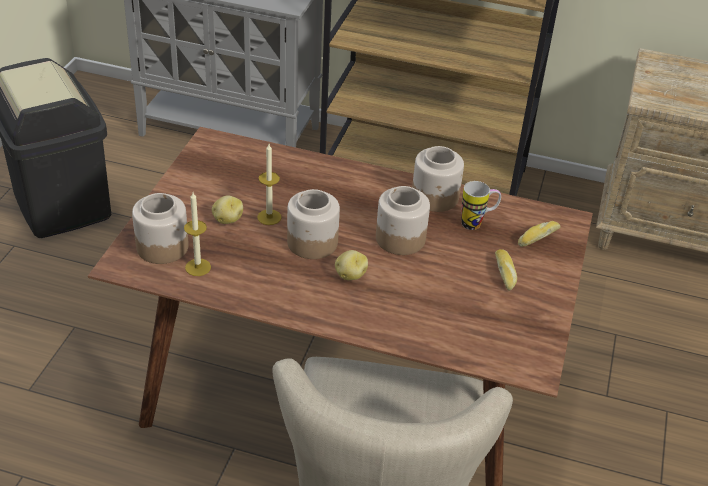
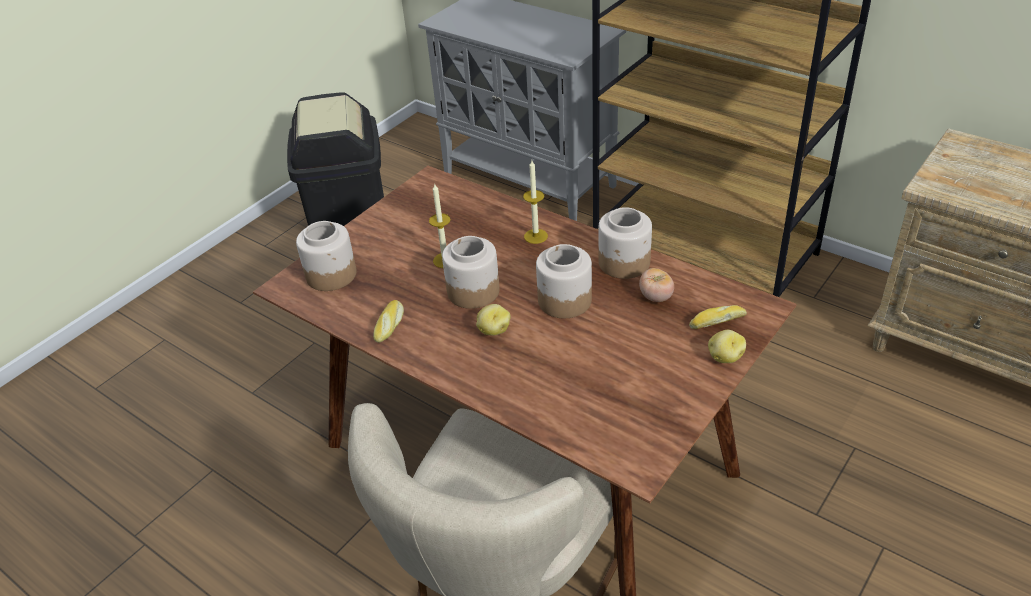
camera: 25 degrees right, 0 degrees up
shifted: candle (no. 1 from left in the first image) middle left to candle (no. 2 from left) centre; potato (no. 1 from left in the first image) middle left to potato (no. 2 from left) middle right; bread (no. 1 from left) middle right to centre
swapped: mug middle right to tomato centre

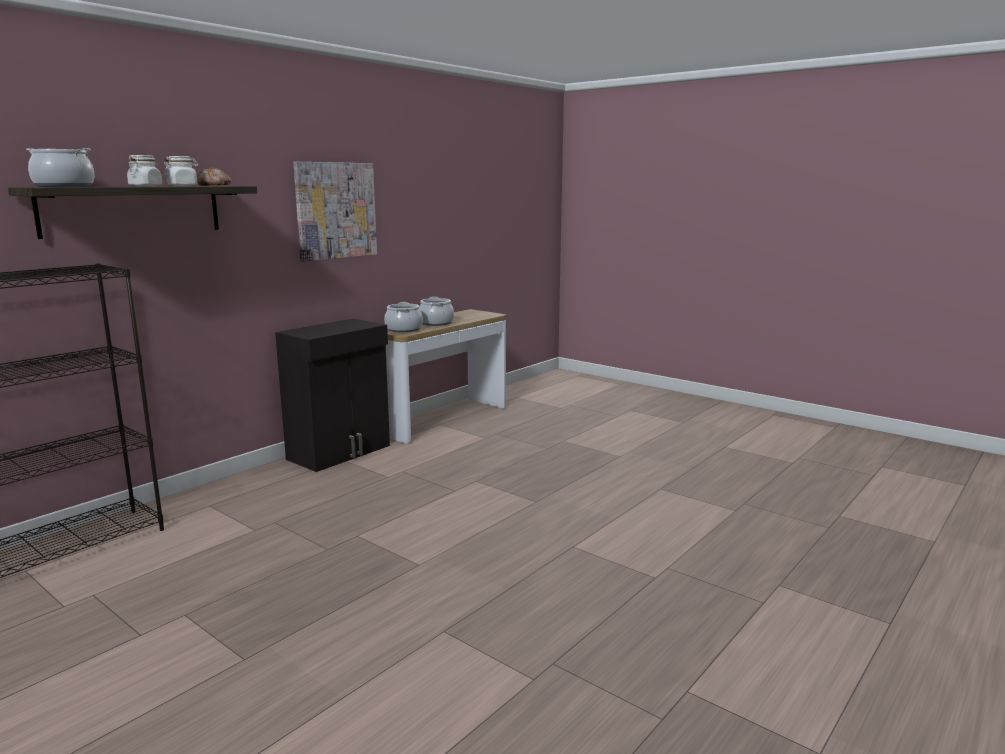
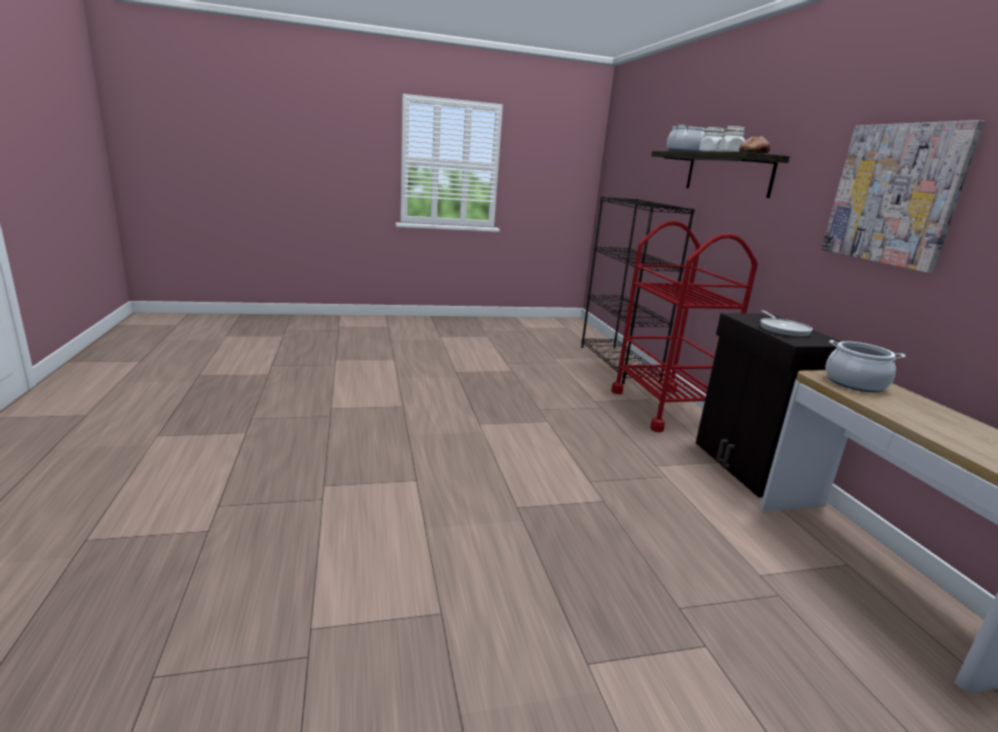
camera: 125 degrees right, 5 degrees up
gone: cooking pot (no. 3 from left) centre
new: cart in red middle right; frying pan middle right

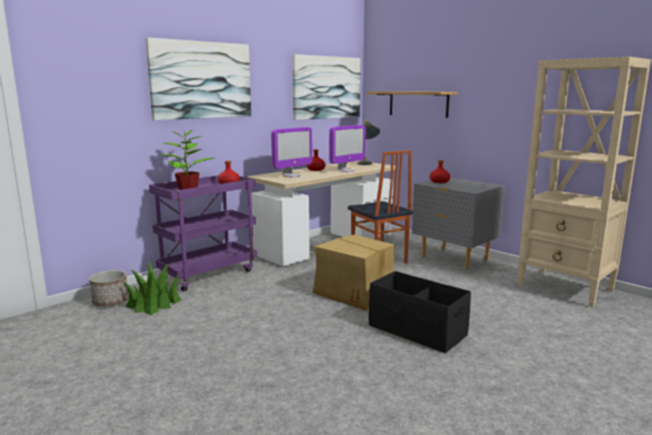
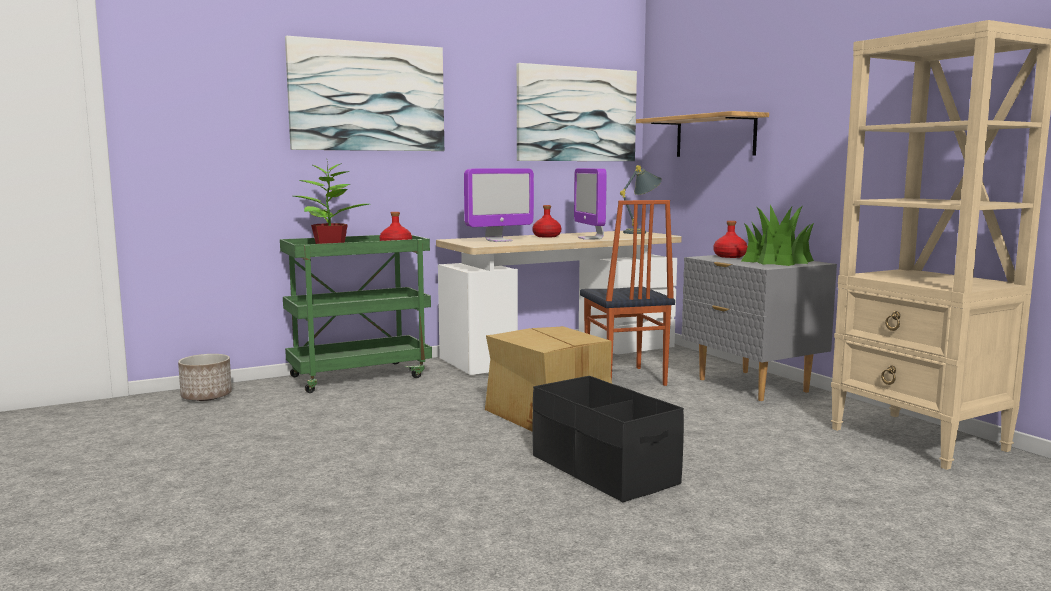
camera: 15 degrees right, 5 degrees down
shifted: potted plant (no. 1 from left in the first image) middle left to potted plant (no. 2 from left) middle right
repainted: cart in purple middle left to cart in green centre
rotated: monitor (no. 2 from left) centre = centre 105 degrees clockwise

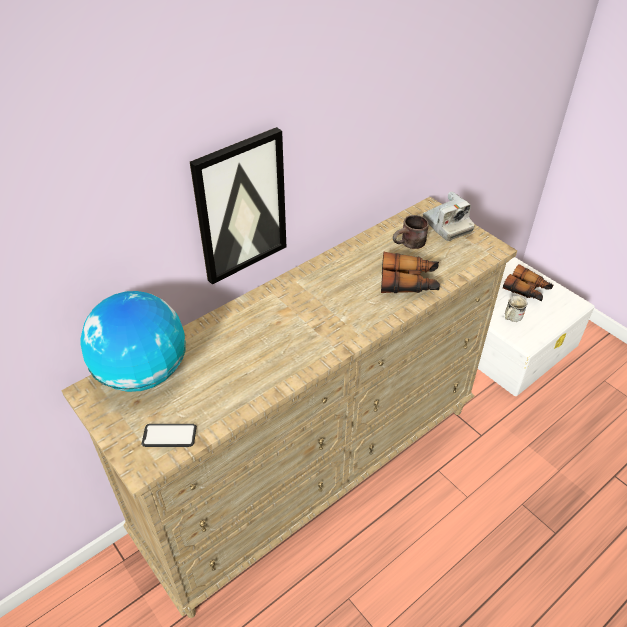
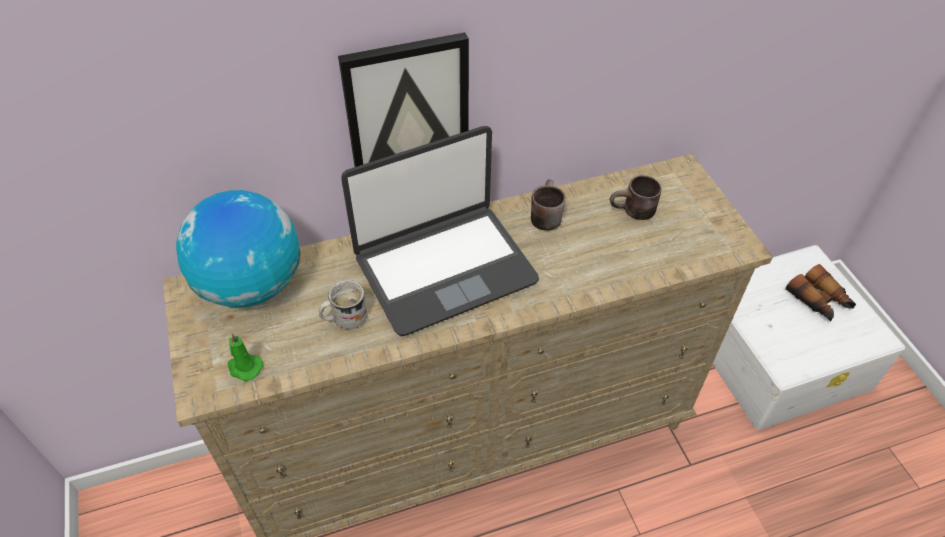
camera: 20 degrees right, 5 degrees up
gone: photo camera middle right; binoculars (no. 1 from left) centre
new: laptop centre; mug in brown (no. 1 from left) centre
shifted: mug in white middle right to centre
swapped: phone bottom left to candle in green middle left

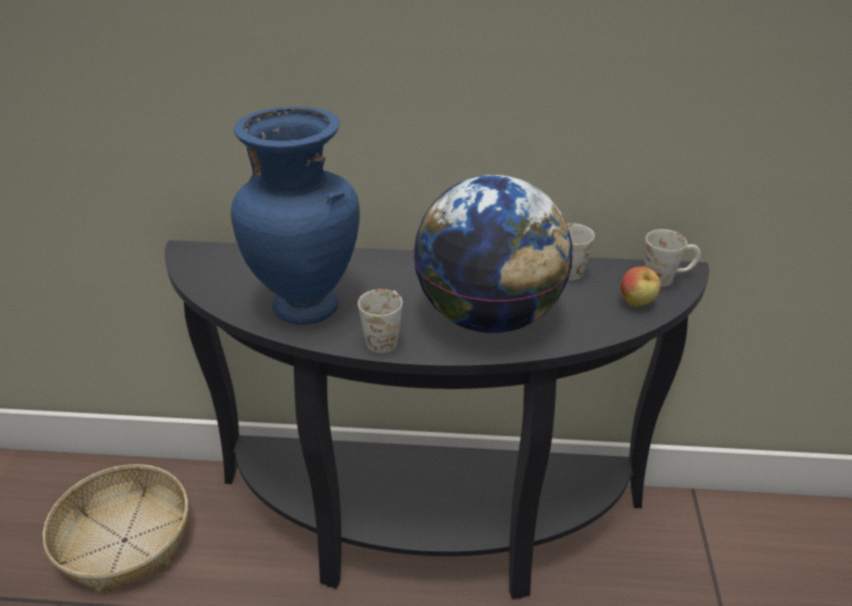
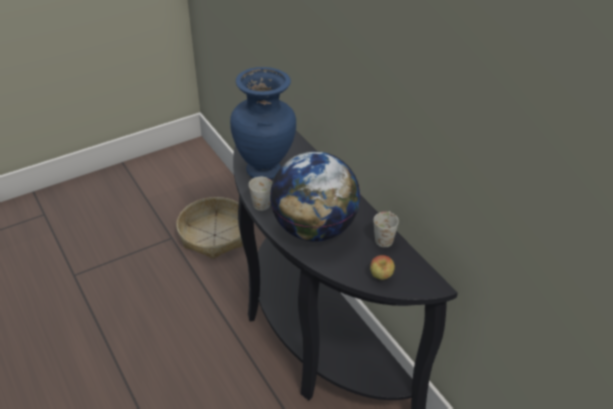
camera: 55 degrees right, 5 degrees up
gone: mug in white (no. 3 from left) middle right

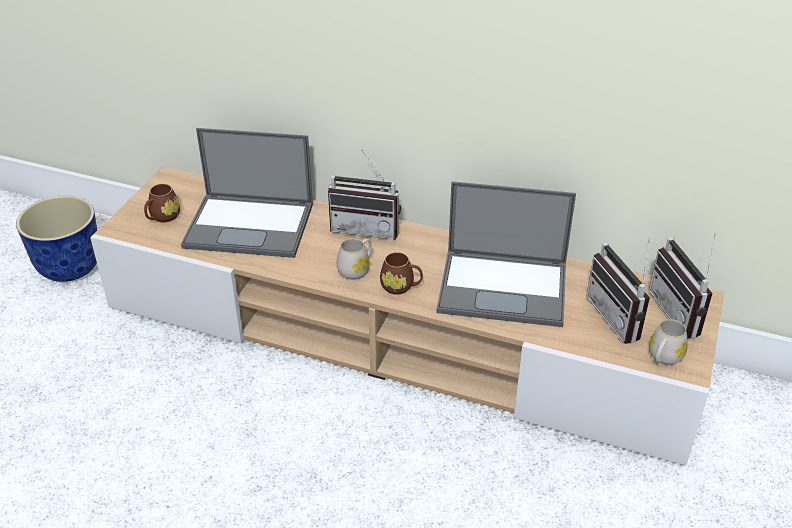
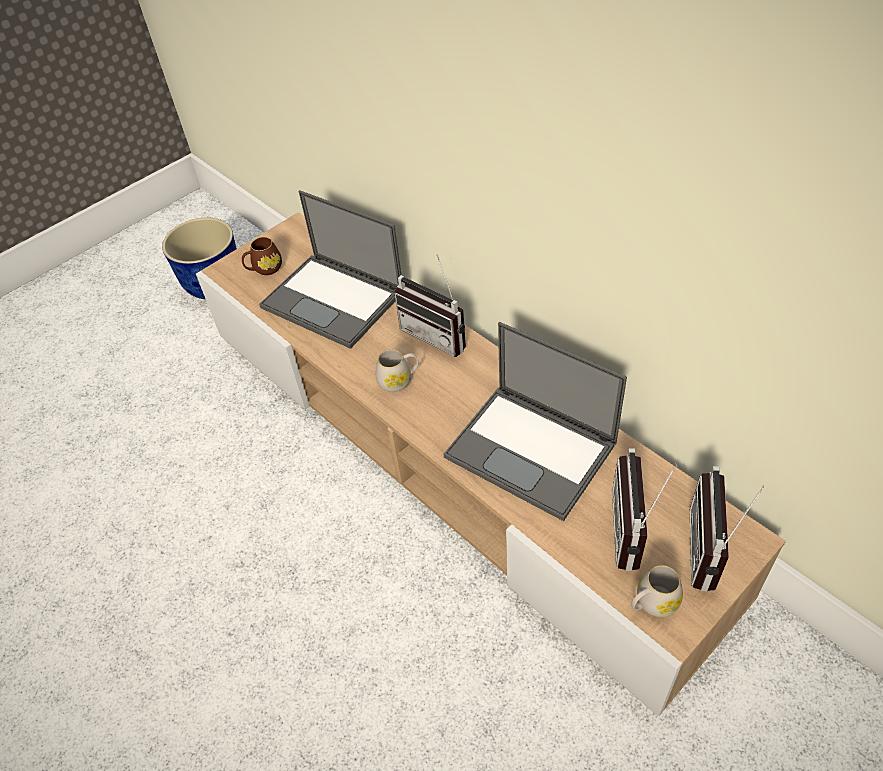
camera: 30 degrees right, 10 degrees up
gone: mug in brown (no. 2 from left) centre

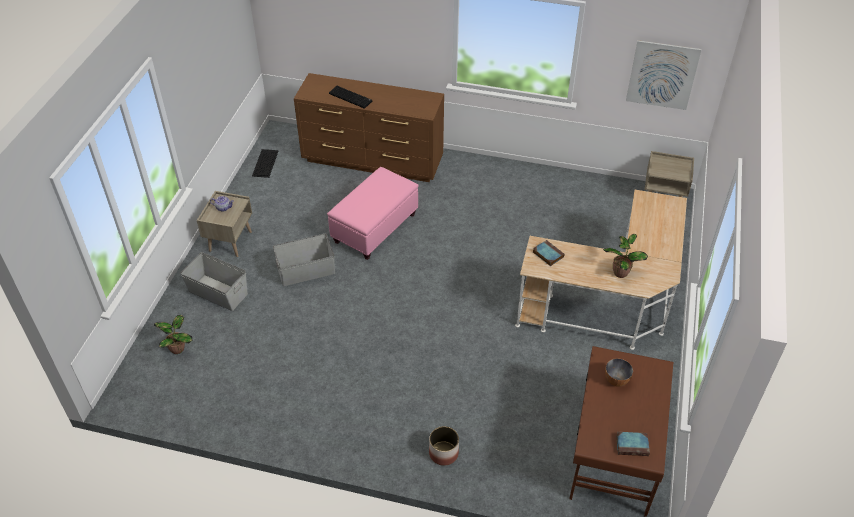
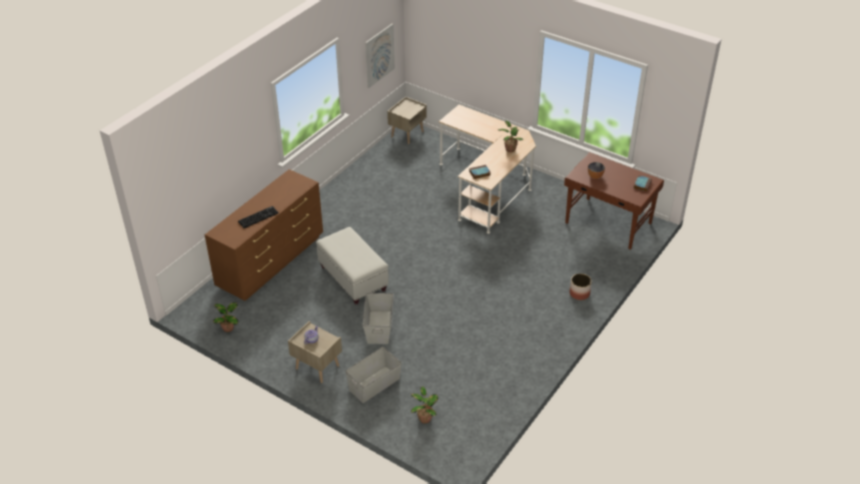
camera: 70 degrees left, 5 degrees down
swapped: keyboard (no. 1 from left) top left to potted plant (no. 1 from left) middle left
repainted: ottoman in pink centre to ottoman in white centre

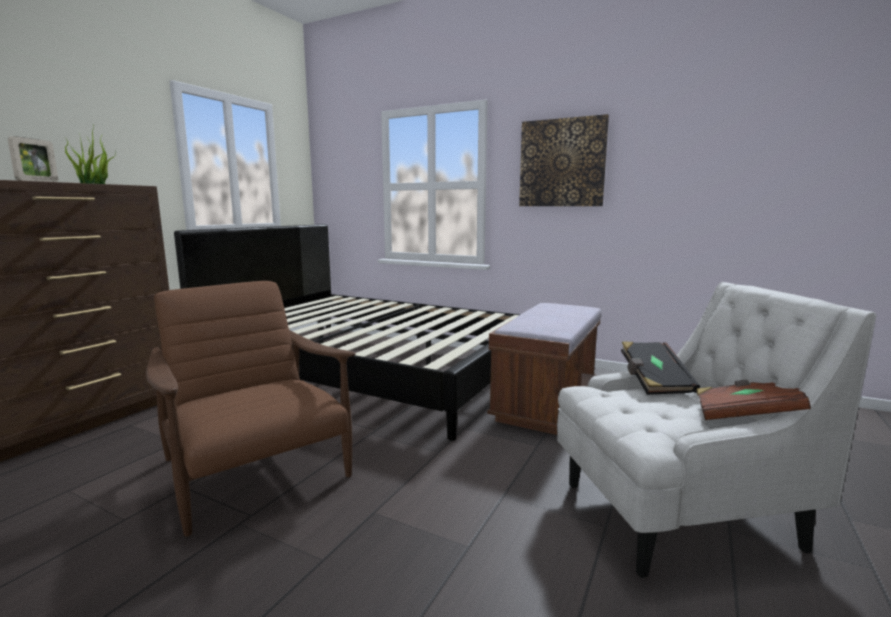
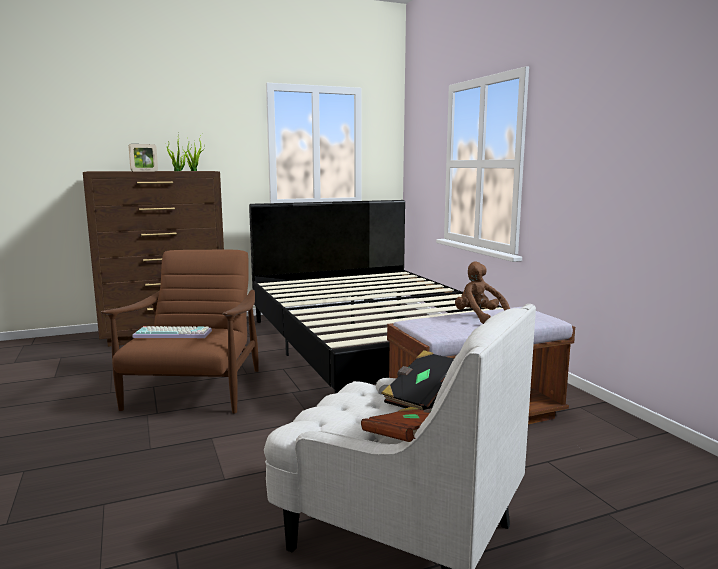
camera: 40 degrees right, 0 degrees up
gone: picture top centre
new: plush toy in brown middle right; keyboard middle left

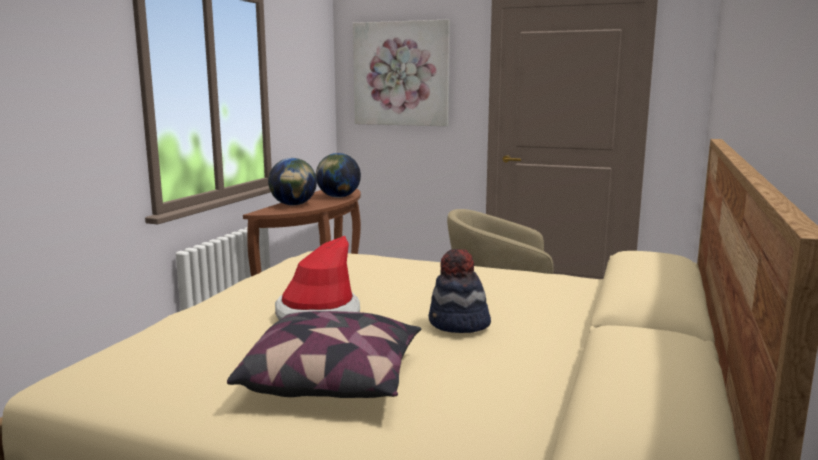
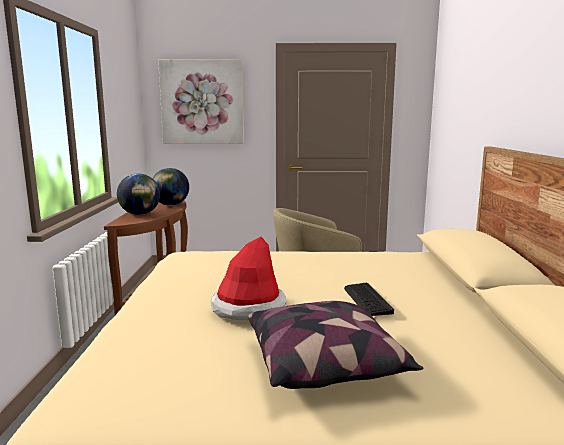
camera: 20 degrees left, 0 degrees up
swapped: hat (no. 2 from left) centre to keyboard bottom centre

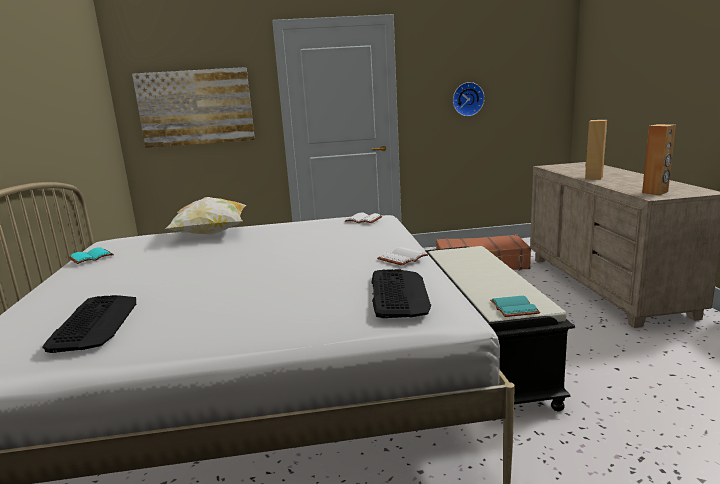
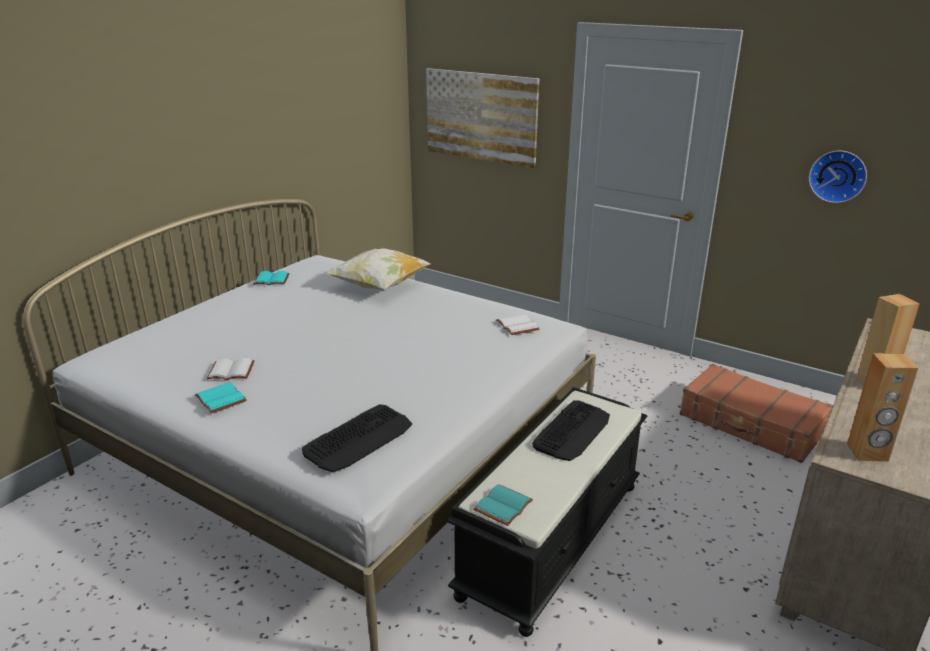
camera: 40 degrees right, 10 degrees up
new: book in turquoise (no. 1 from left) middle left
shifted: book in white (no. 2 from left in the first image) centre to book in white (no. 1 from left) middle left; keyboard (no. 1 from left in the first image) bottom left to keyboard (no. 2 from left) centre

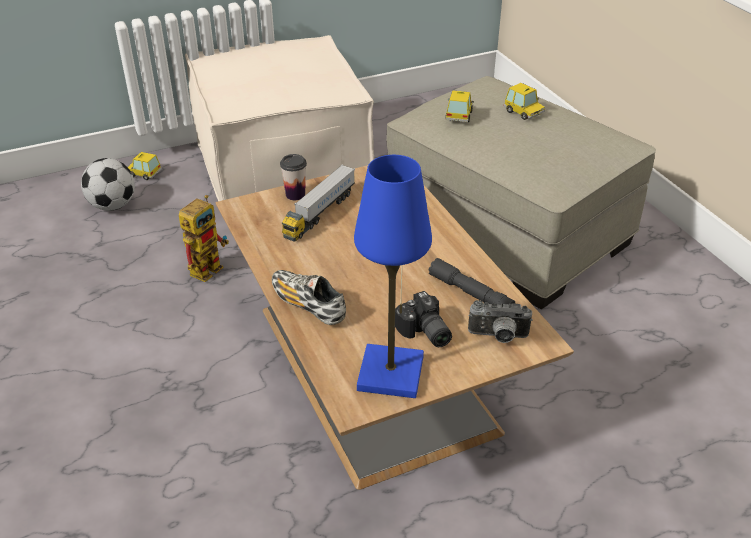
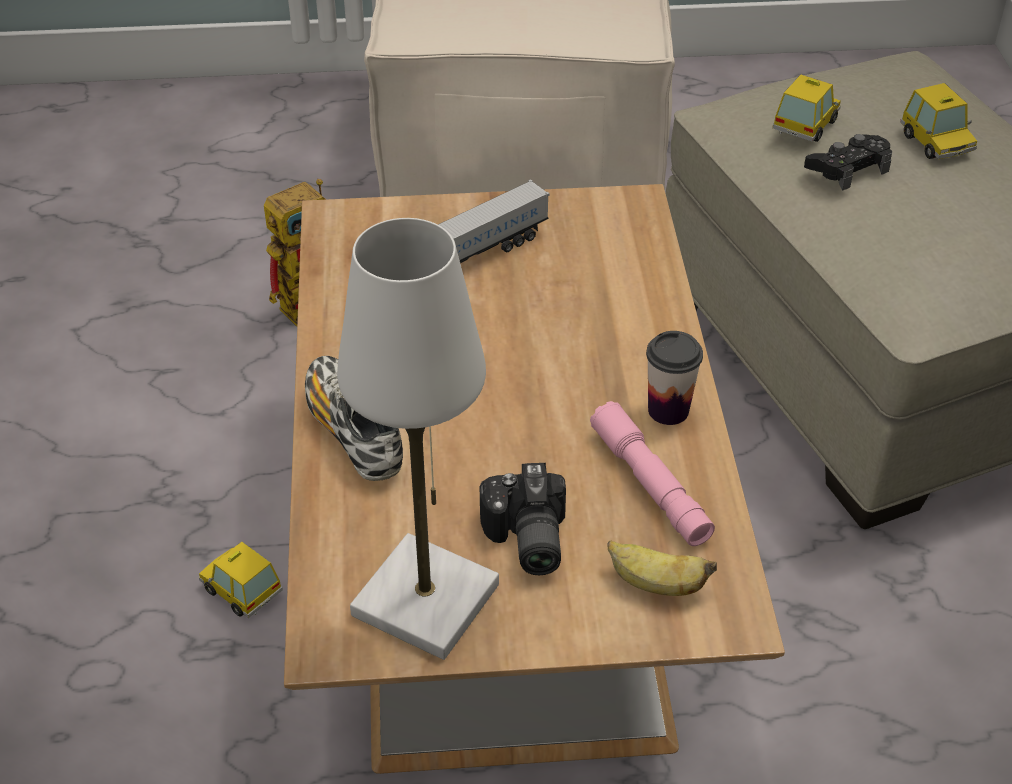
camera: 20 degrees right, 5 degrees up
gone: football middle left
new: game controller in black top right
shifted: toy car (no. 1 from left) top left to bottom left; cup top centre to centre
swapped: photo camera (no. 2 from left) centre to banana bottom centre
repainted: table lamp in blue centre to table lamp in white centre; flashlight in grey centre to flashlight in pink centre

